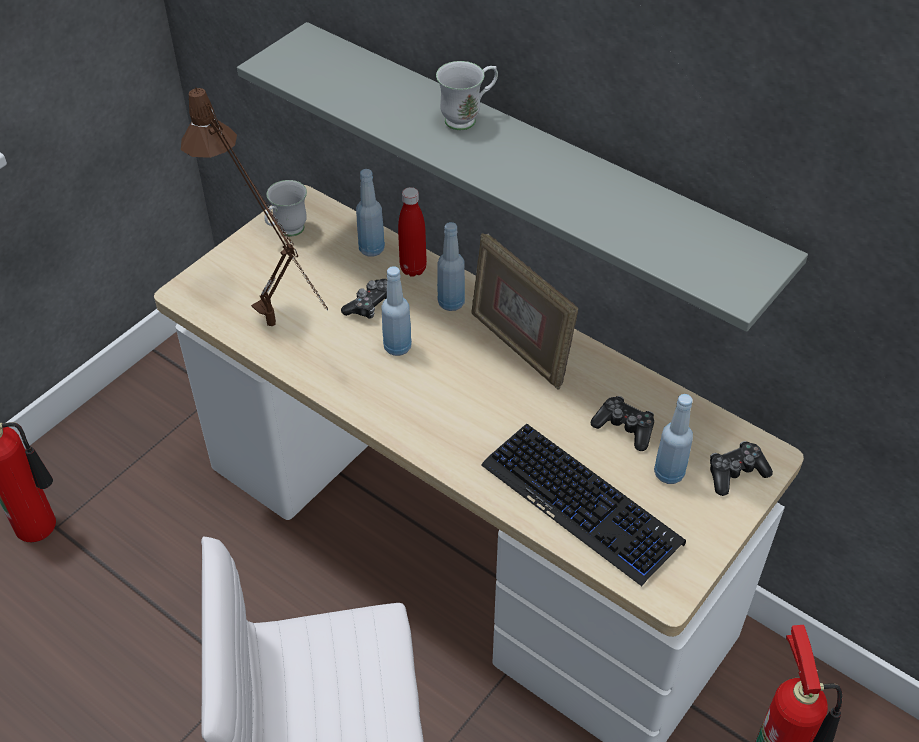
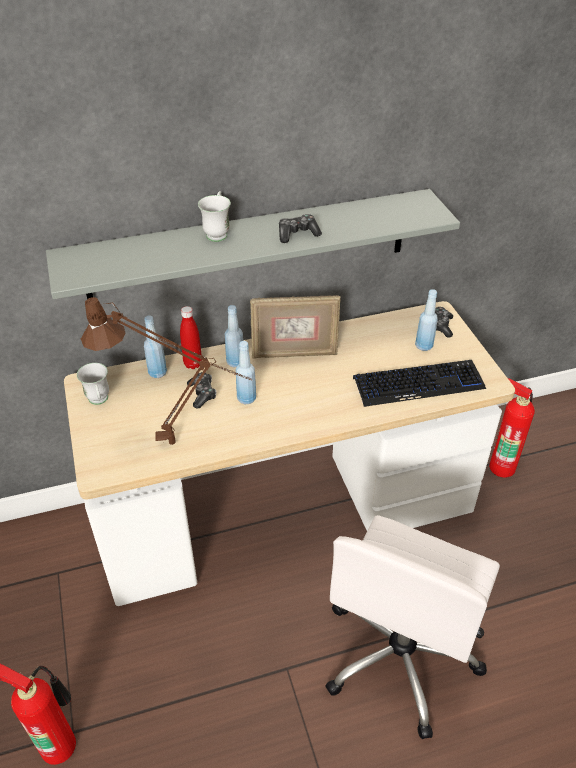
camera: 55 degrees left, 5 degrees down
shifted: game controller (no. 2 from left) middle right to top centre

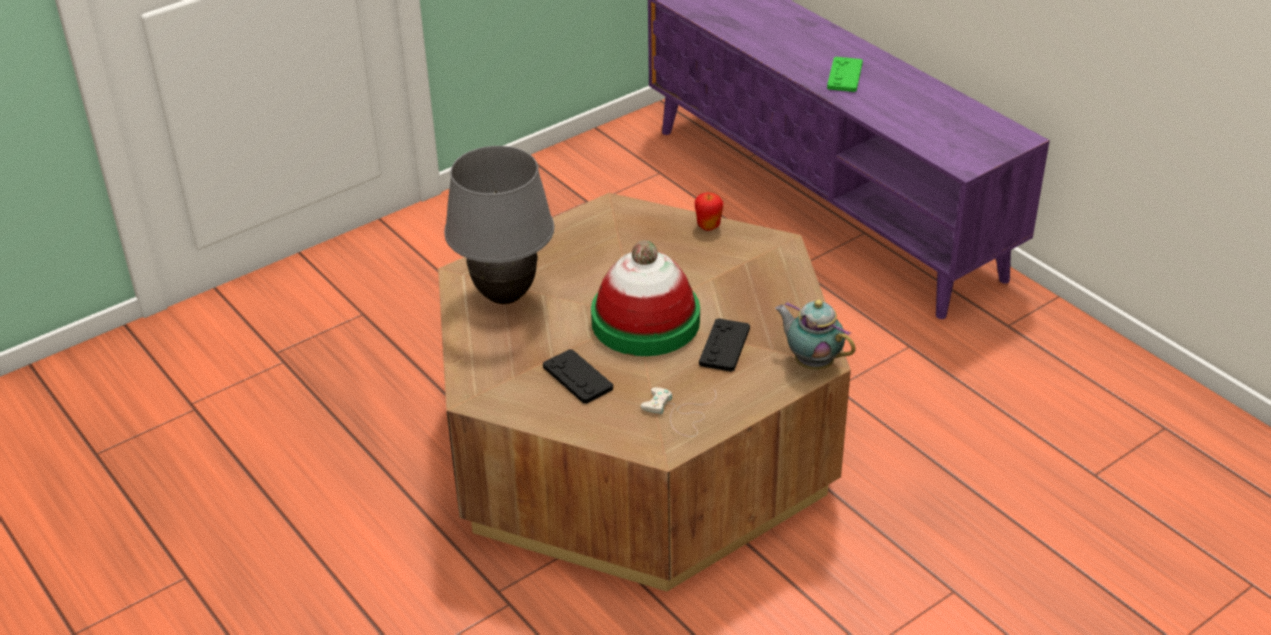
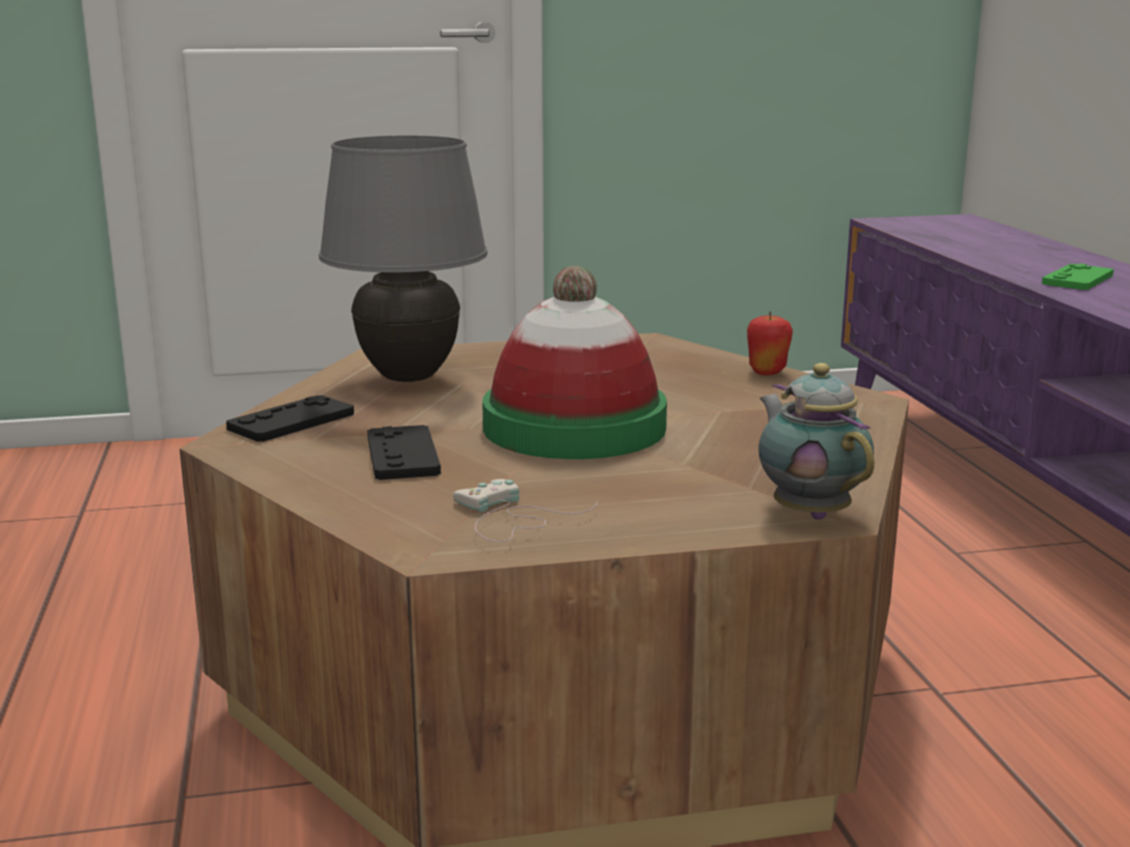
camera: 25 degrees right, 20 degrees down
shifted: game controller in black (no. 2 from left in the first image) centre to game controller in black (no. 1 from left) middle left

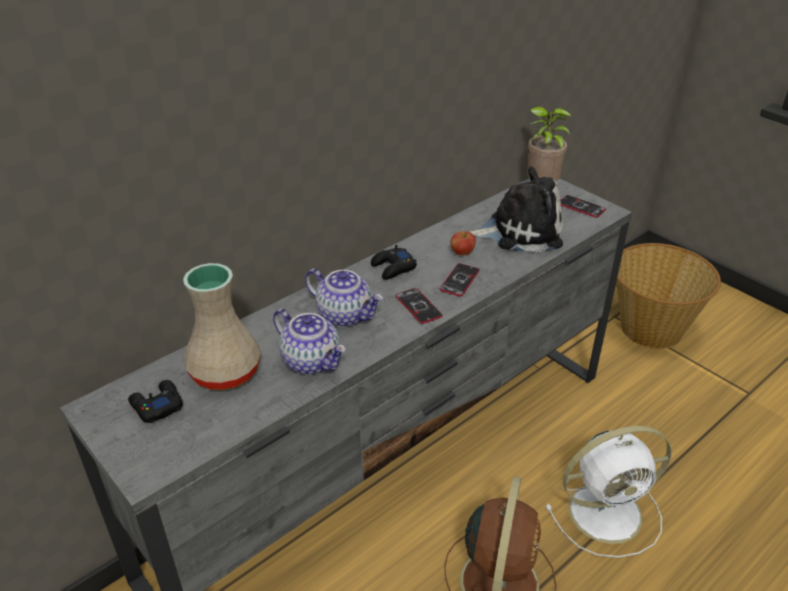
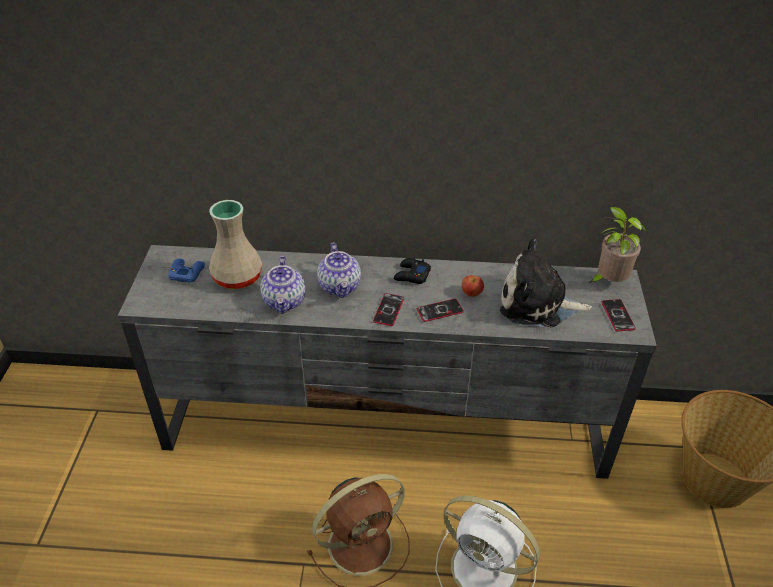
camera: 45 degrees right, 5 degrees up
repainted: game controller in black (no. 1 from left) bottom left to game controller in blue middle left
rotated: plush toy centre = middle right 150 degrees clockwise

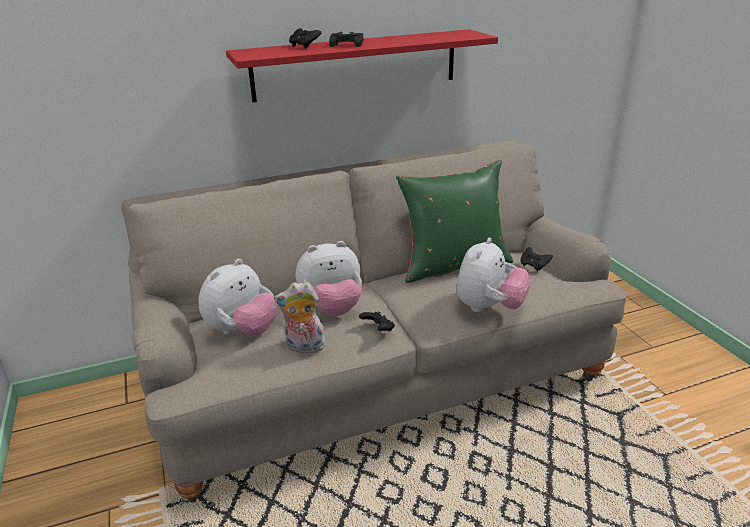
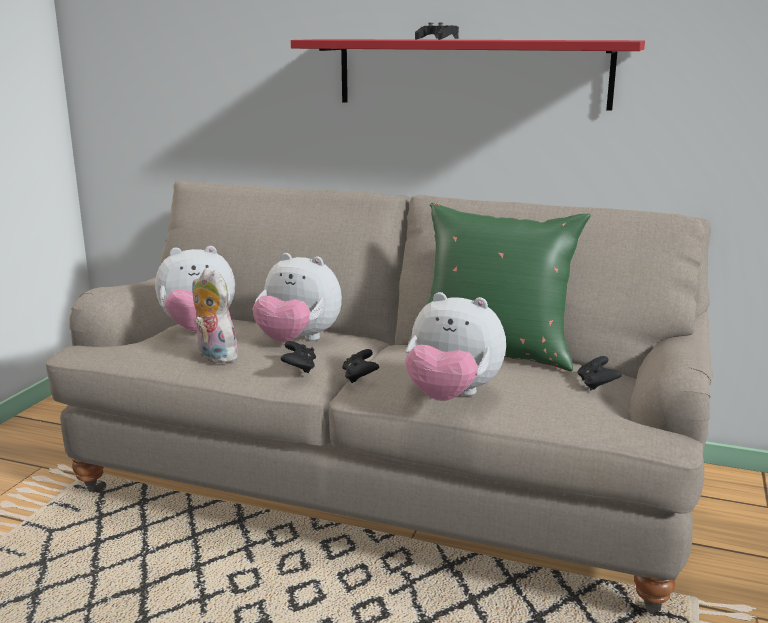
camera: 40 degrees right, 10 degrees down
shifted: game controller in black (no. 1 from left in the first image) top centre to game controller in black (no. 2 from left) centre
rotated: plush toy (no. 4 from left) centre = centre 45 degrees clockwise

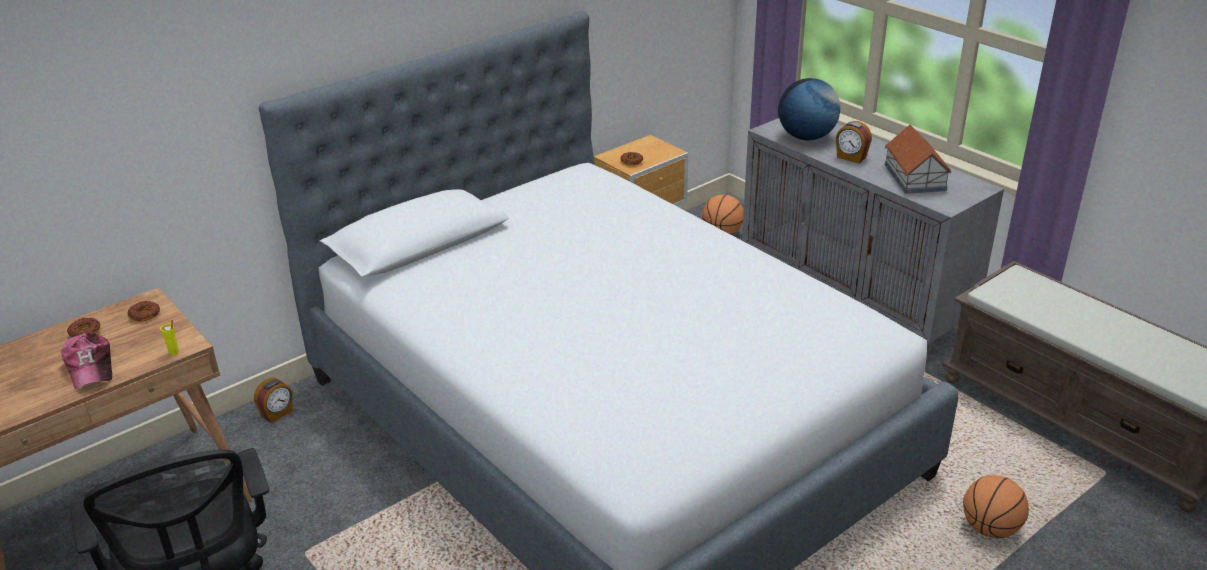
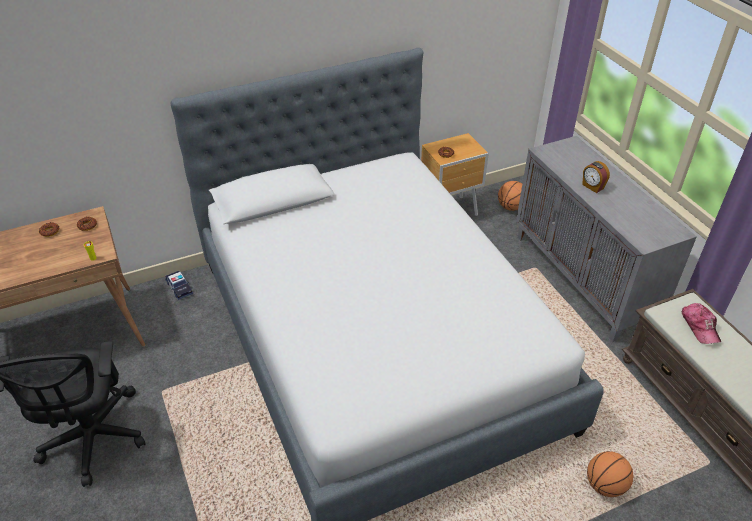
camera: 15 degrees right, 10 degrees up
gone: globe top right; toy house top right
shifted: cap middle left to middle right
swapped: alarm clock (no. 1 from left) bottom left to toy car middle left

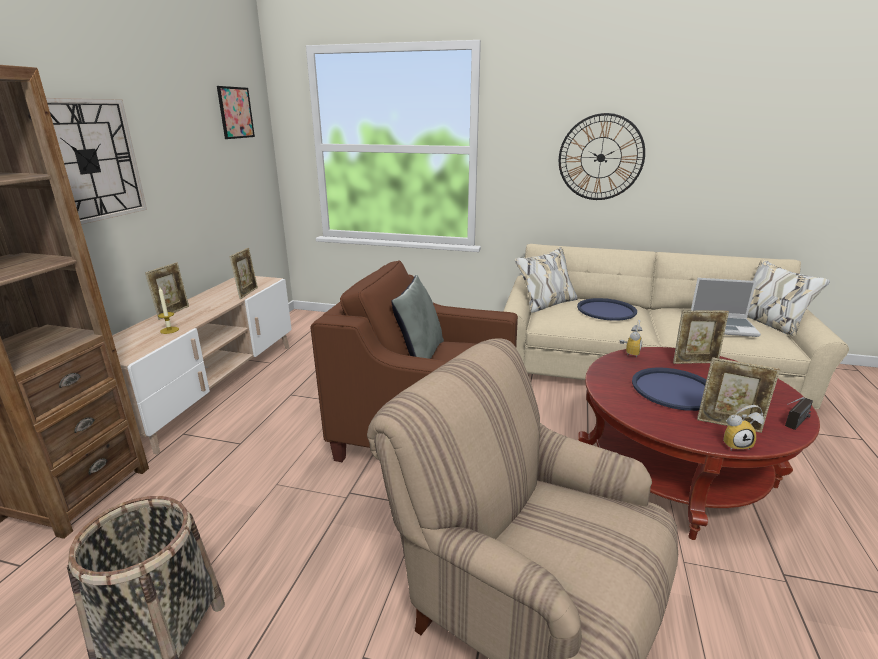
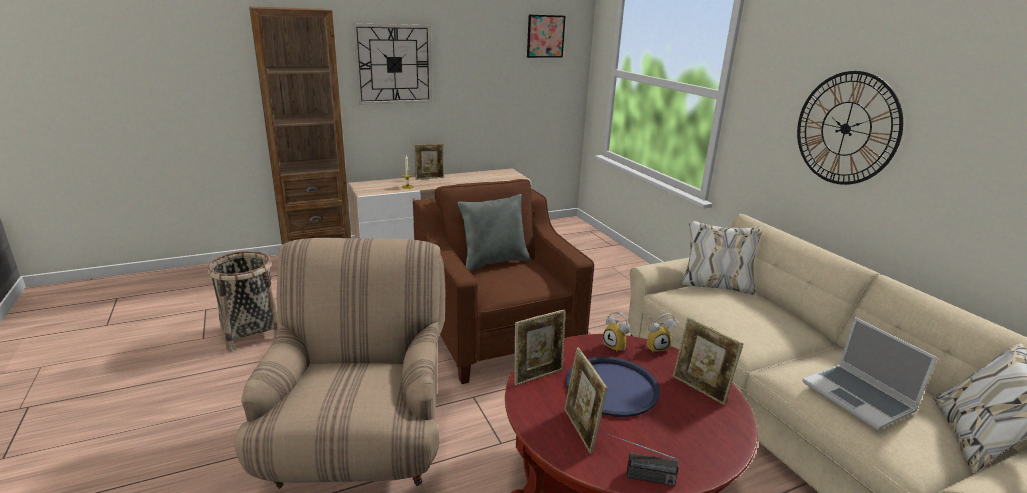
camera: 50 degrees right, 0 degrees up
gone: tray in blue (no. 1 from left) middle right
shifted: picture frame (no. 2 from left) middle left to bottom centre; alarm clock (no. 2 from left in the first image) middle right to alarm clock (no. 1 from left) bottom centre

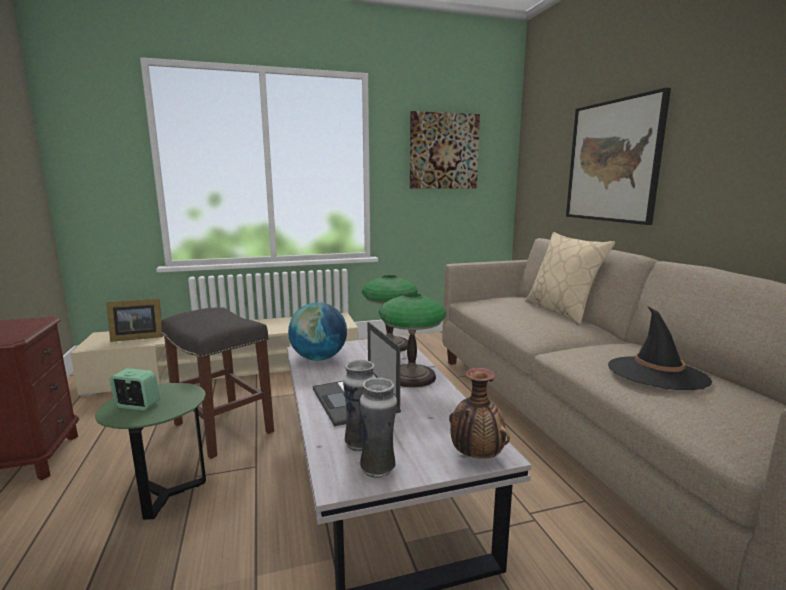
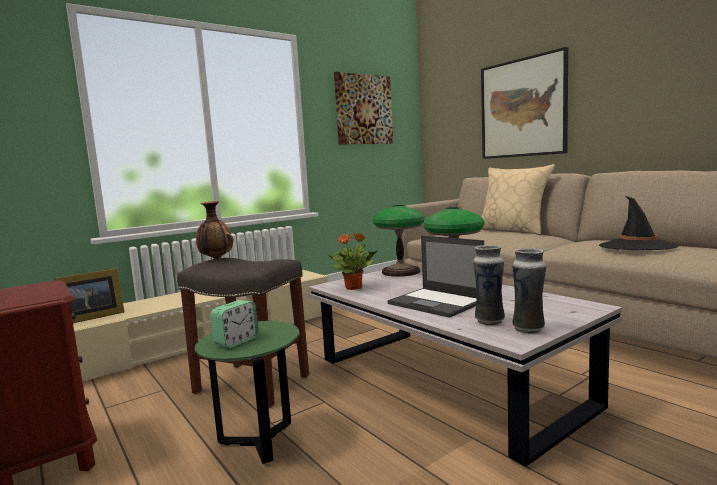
camera: 20 degrees left, 5 degrees down
shifted: vase (no. 3 from left in the first image) bottom centre to vase (no. 1 from left) middle left
swapped: globe centre to potted plant centre
rotated: alarm clock middle left = bottom left 135 degrees clockwise

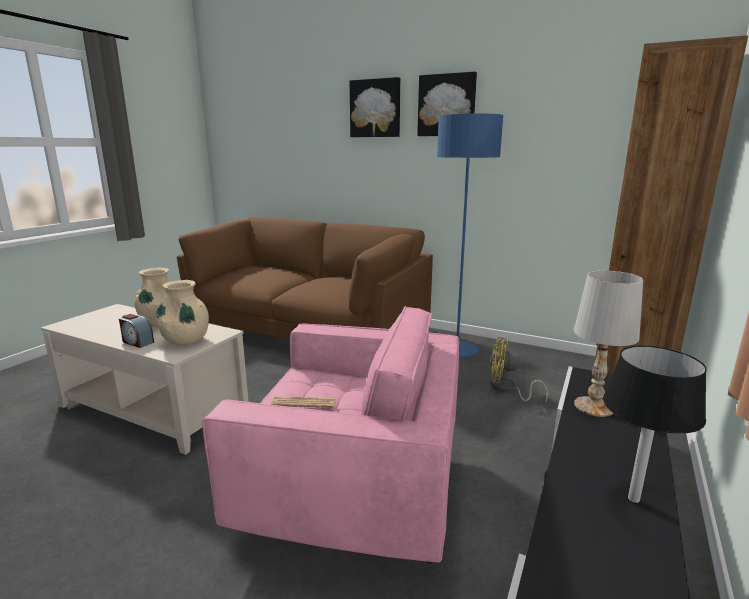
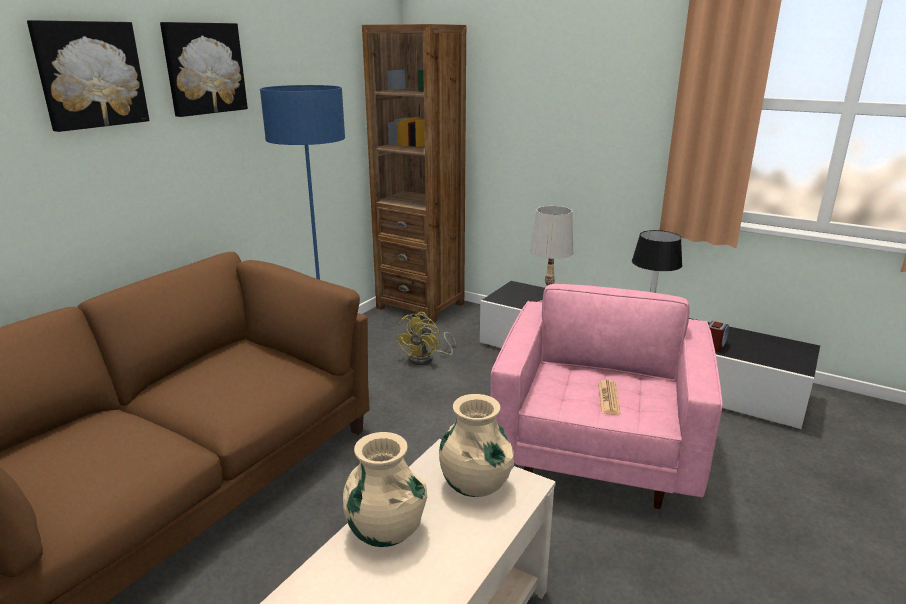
camera: 85 degrees left, 5 degrees up
shifted: alarm clock middle left to middle right

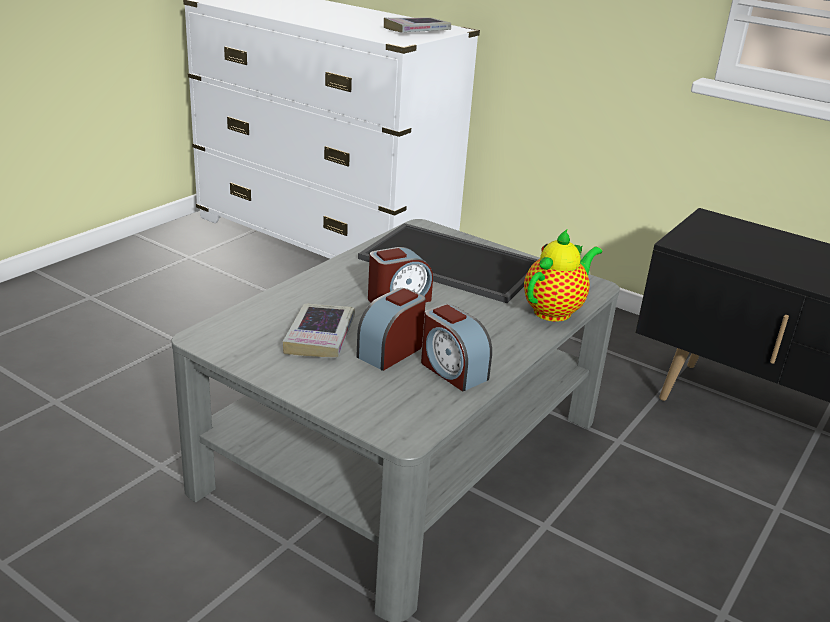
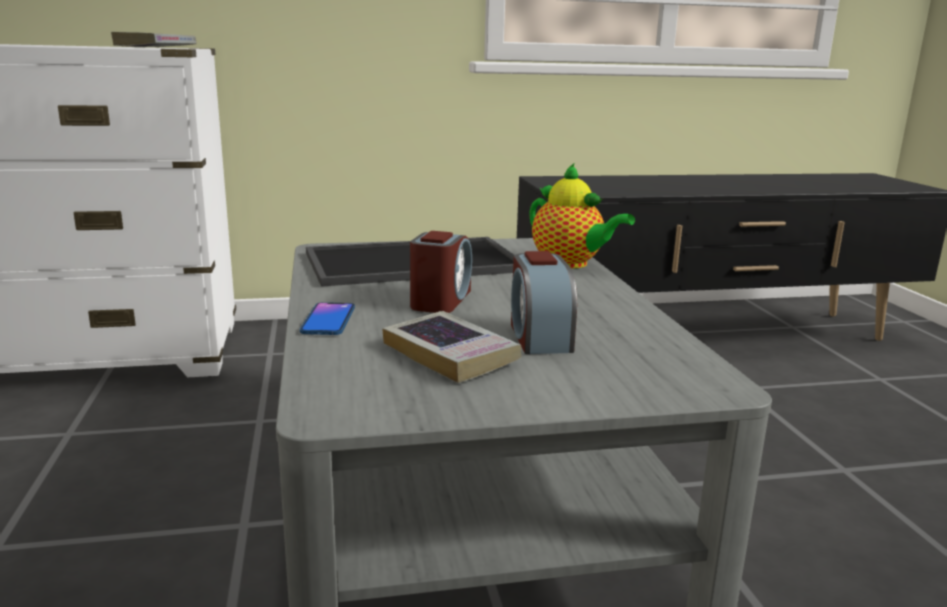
camera: 45 degrees left, 10 degrees down
gone: alarm clock (no. 3 from left) centre
new: phone centre
rotated: teapot middle right = centre 135 degrees clockwise

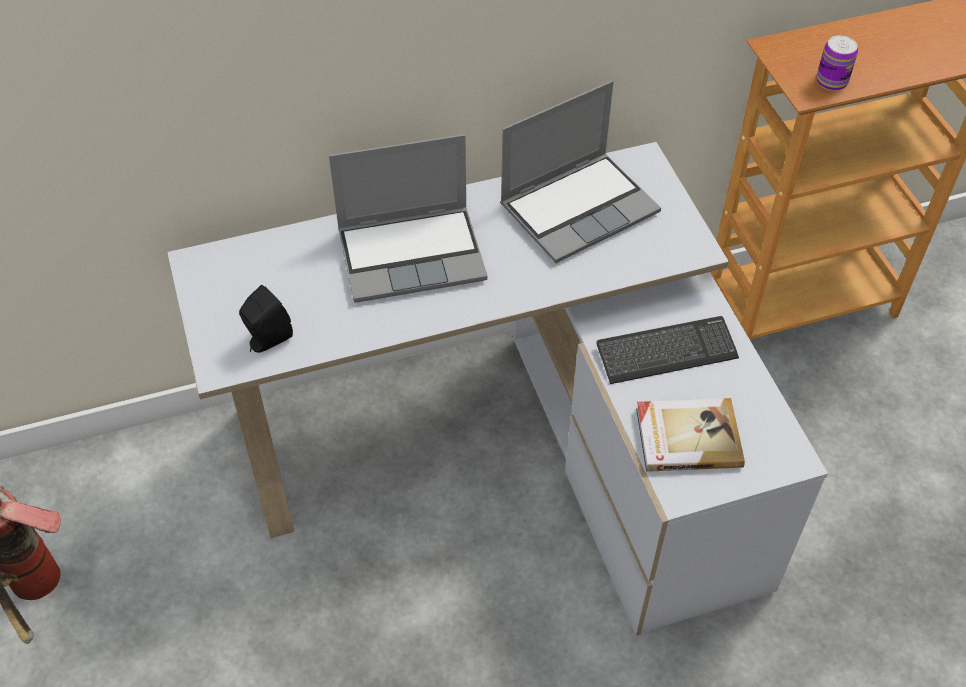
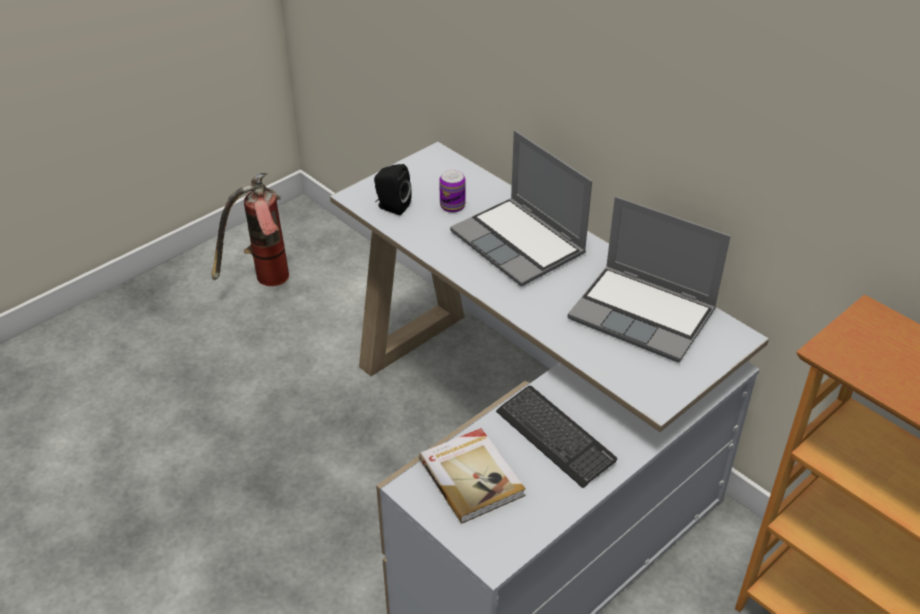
camera: 65 degrees right, 10 degrees down
shifted: can top right to top centre

